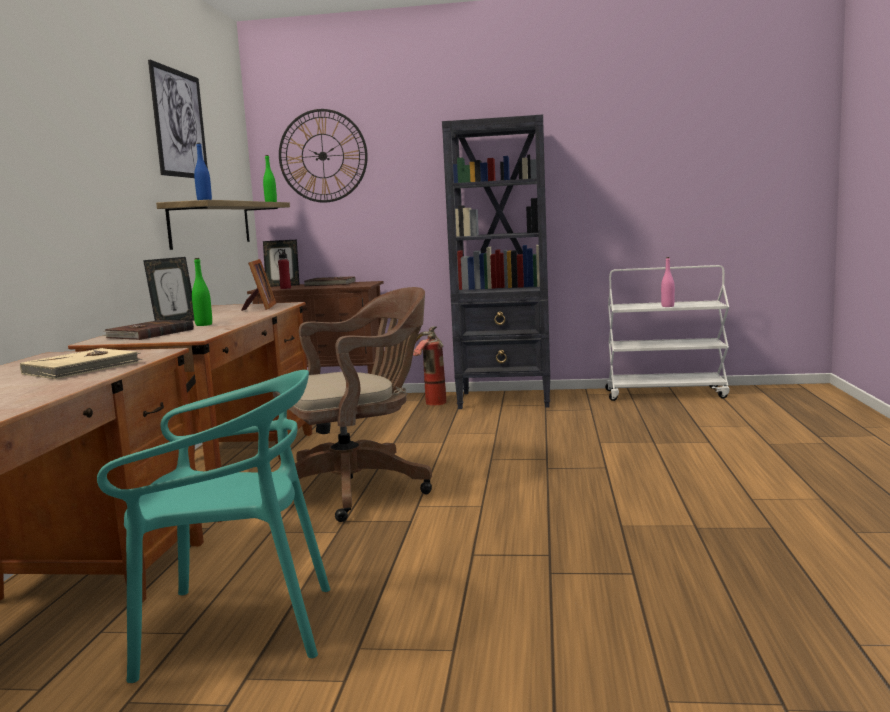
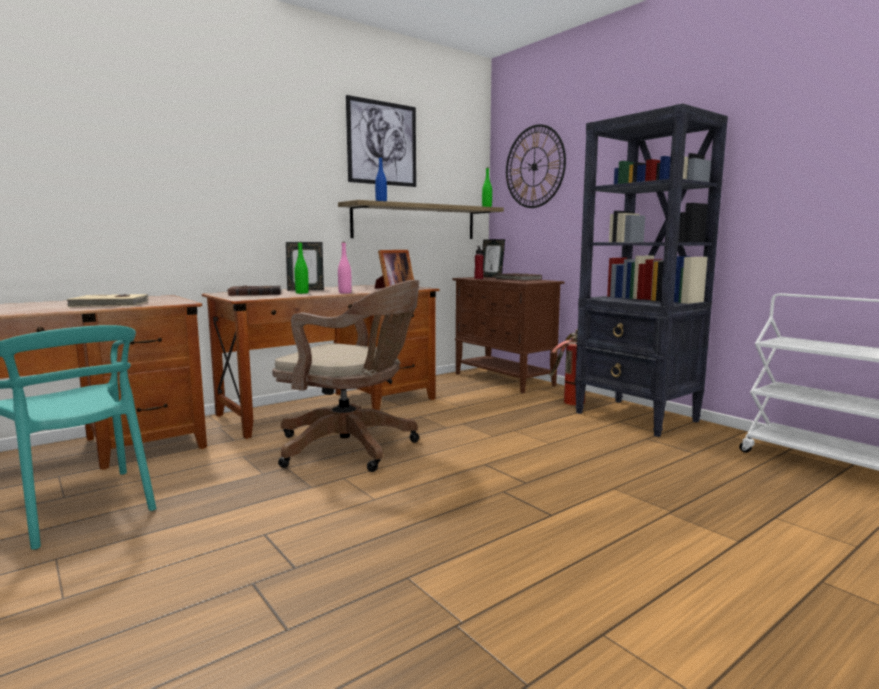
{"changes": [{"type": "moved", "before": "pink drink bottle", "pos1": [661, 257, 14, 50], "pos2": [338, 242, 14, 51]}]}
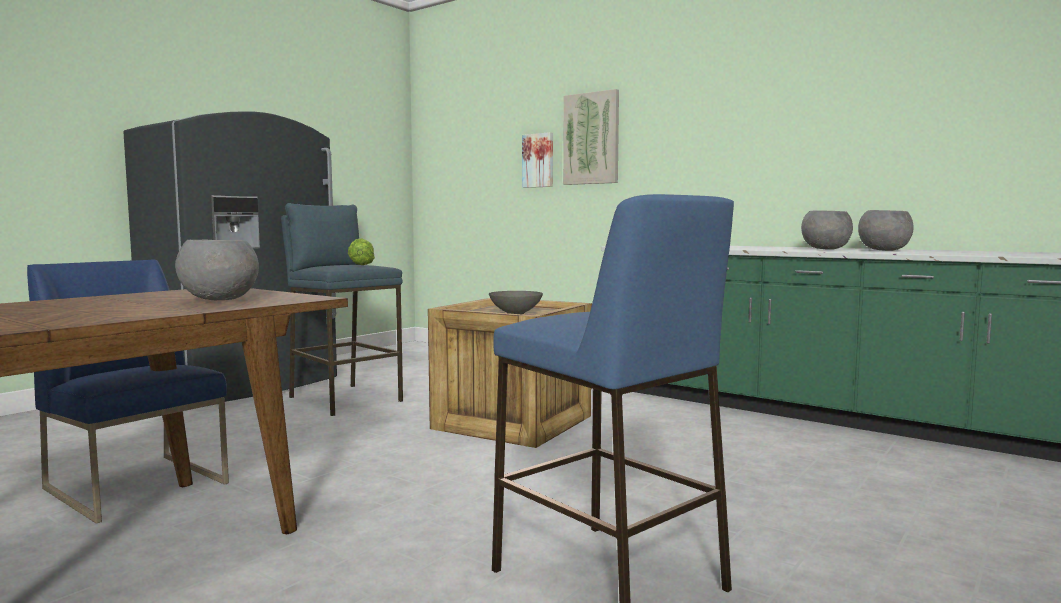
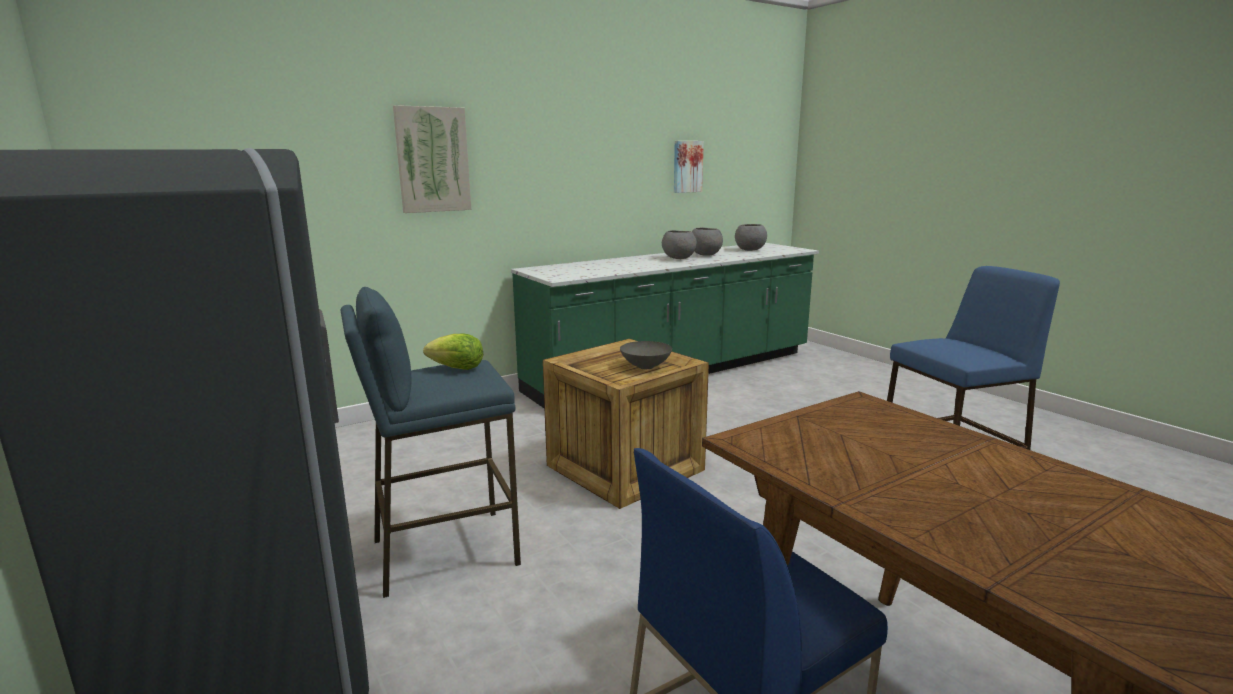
{"changes": [{"type": "moved", "before": "wall picture", "pos1": [522, 132, 31, 56], "pos2": [674, 141, 30, 52]}, {"type": "moved", "before": "gray serving bowl", "pos1": [175, 240, 84, 60], "pos2": [735, 224, 32, 27]}]}
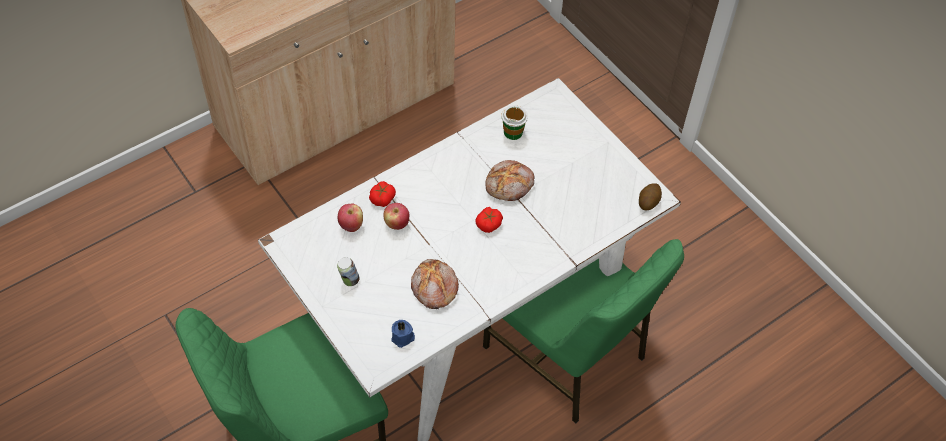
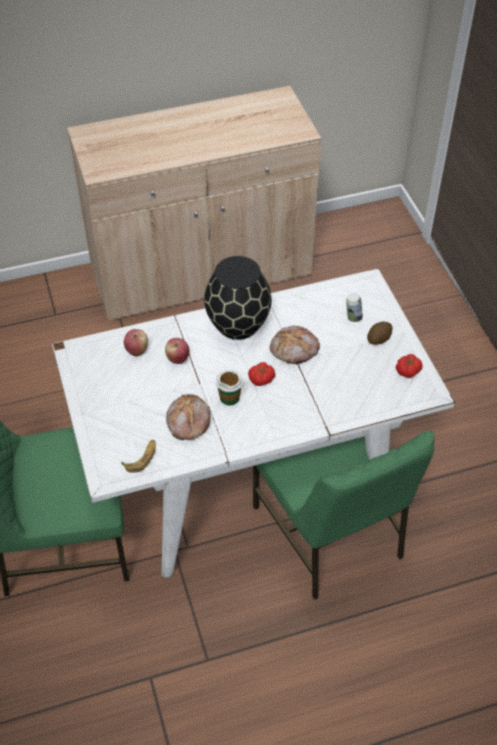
{"changes": [{"type": "moved", "before": "cup", "pos1": [501, 105, 27, 35], "pos2": [216, 370, 27, 36]}, {"type": "moved", "before": "tomato", "pos1": [369, 181, 27, 26], "pos2": [396, 354, 27, 24]}, {"type": "moved", "before": "potato", "pos1": [639, 183, 23, 27], "pos2": [367, 322, 25, 23]}, {"type": "moved", "before": "can", "pos1": [337, 257, 23, 29], "pos2": [346, 293, 17, 29]}, {"type": "replaced", "before": "bluish wax candle", "after": "banana", "pos1": [391, 320, 24, 28], "pos2": [121, 440, 35, 33]}, {"type": "added", "after": "blackish flower vase", "pos2": [204, 256, 68, 84]}]}
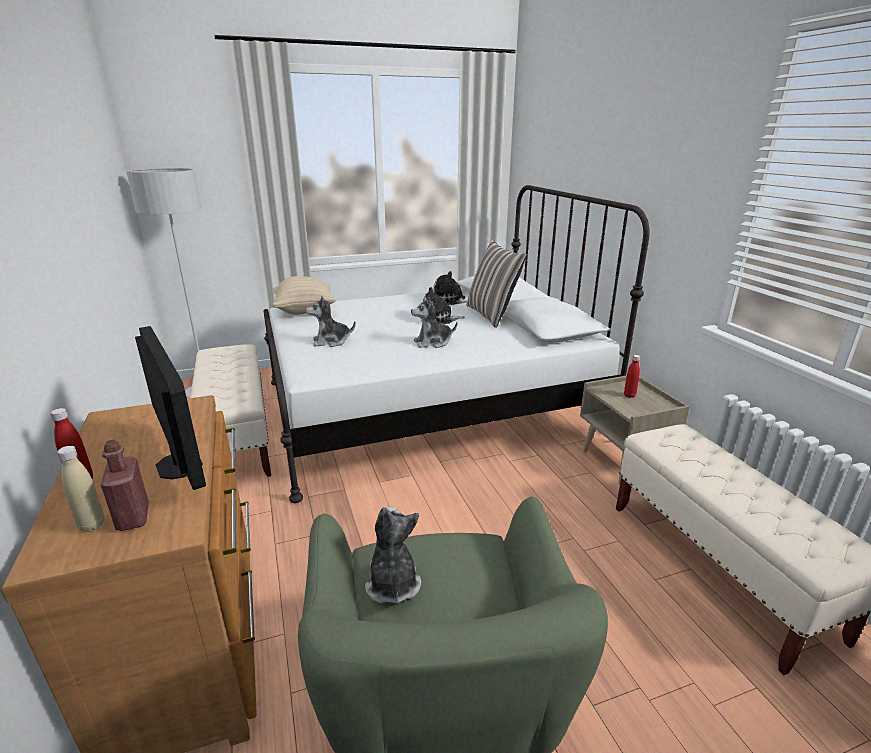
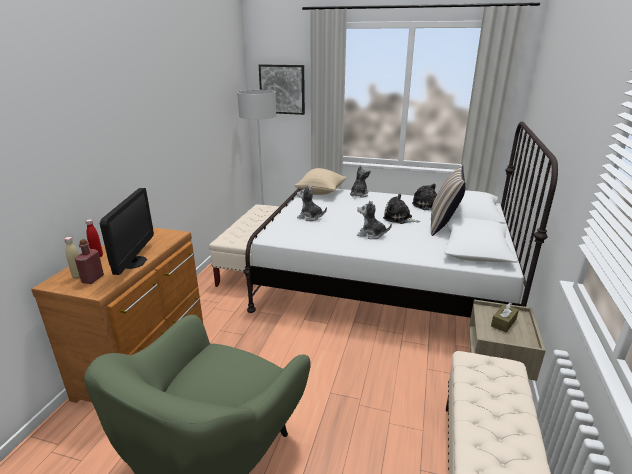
{"changes": [{"type": "replaced", "before": "red drink bottle", "after": "brownish tissue box", "pos1": [624, 355, 16, 43], "pos2": [491, 302, 28, 30]}, {"type": "moved", "before": "plush toy", "pos1": [365, 507, 56, 97], "pos2": [350, 166, 21, 32]}, {"type": "added", "after": "wall picture", "pos2": [259, 64, 46, 51]}]}
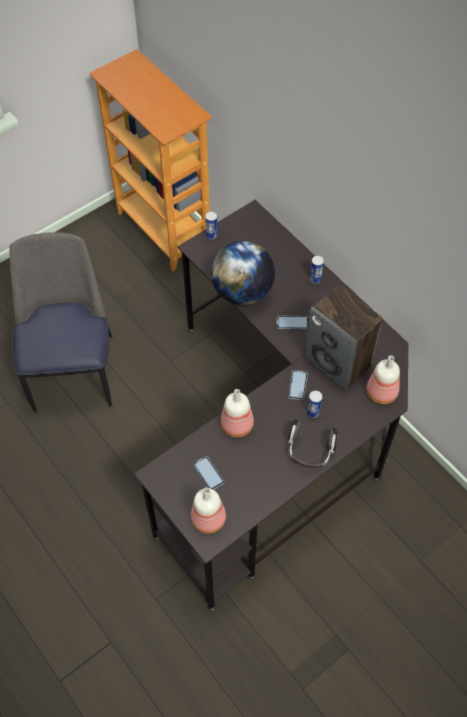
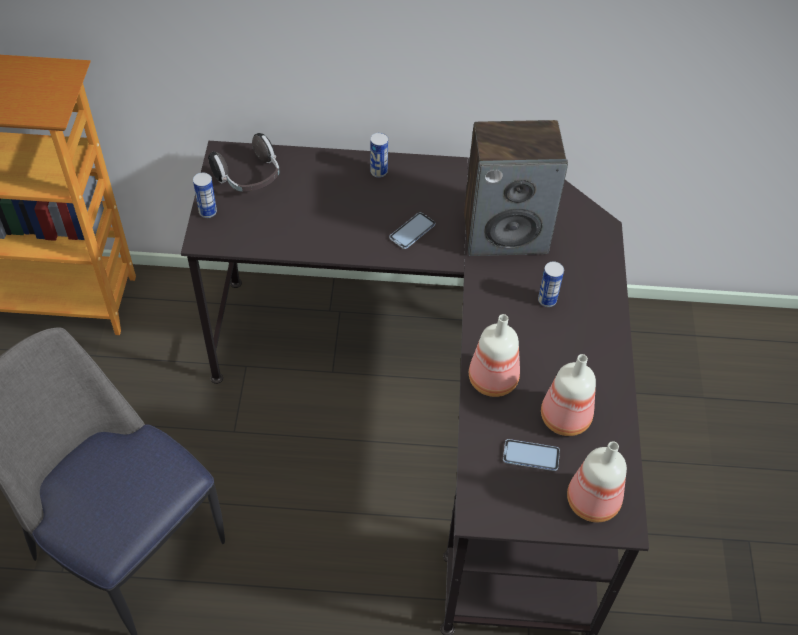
{"changes": [{"type": "removed", "before": "globe", "pos1": [211, 241, 64, 64]}, {"type": "moved", "before": "drink bottle", "pos1": [366, 356, 34, 48], "pos2": [541, 354, 55, 82]}, {"type": "removed", "before": "handset", "pos1": [288, 370, 20, 30]}, {"type": "moved", "before": "headset", "pos1": [288, 420, 50, 48], "pos2": [208, 133, 72, 59]}]}
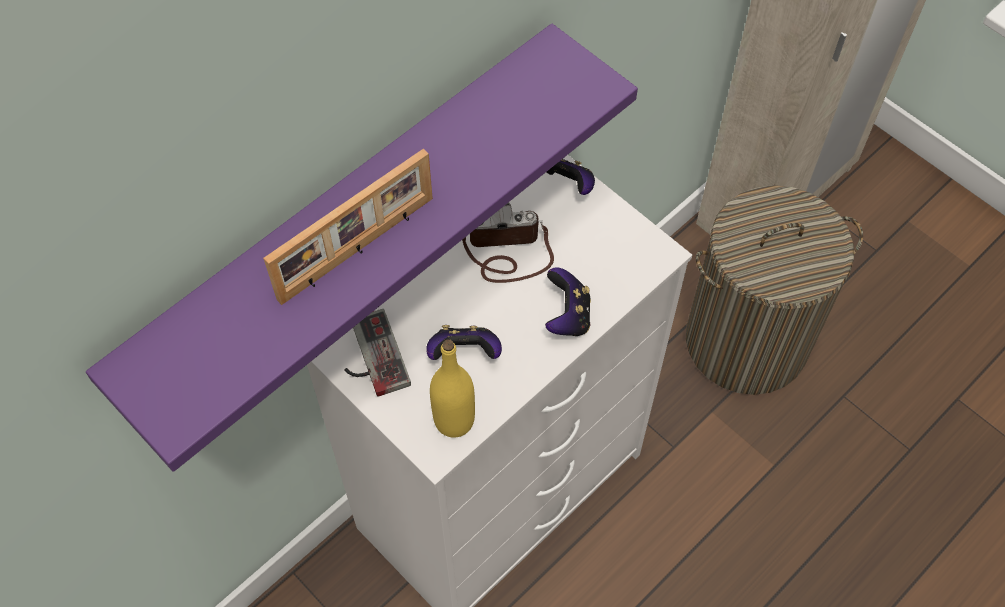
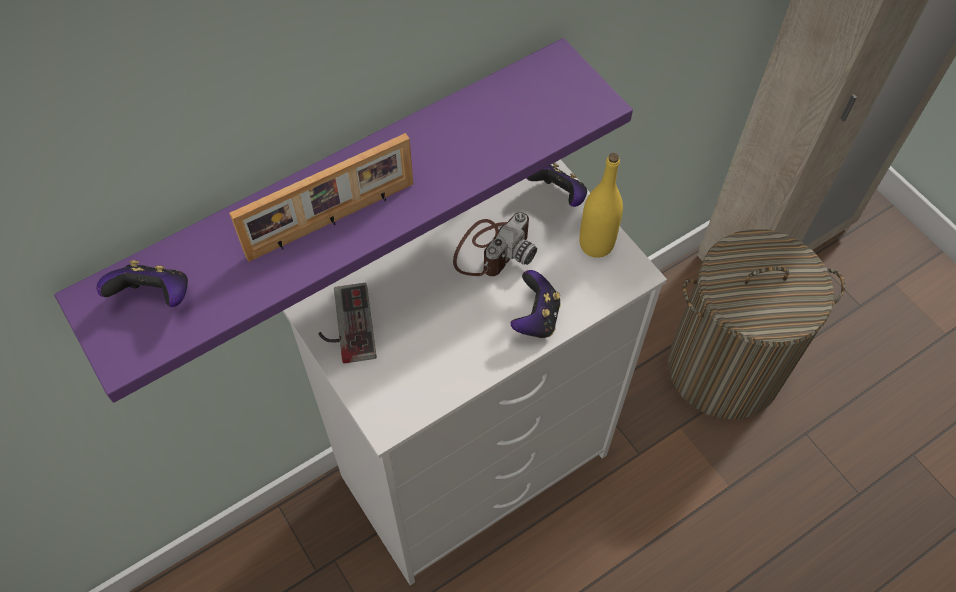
{"changes": [{"type": "turned", "before": "photo camera", "pos1": [462, 202, 92, 81], "pos2": [453, 212, 84, 64], "turn": 120}, {"type": "moved", "before": "game controller", "pos1": [426, 325, 76, 35], "pos2": [96, 260, 92, 47]}, {"type": "moved", "before": "yellow-coloured drink bottle", "pos1": [430, 339, 45, 99], "pos2": [579, 153, 44, 105]}]}
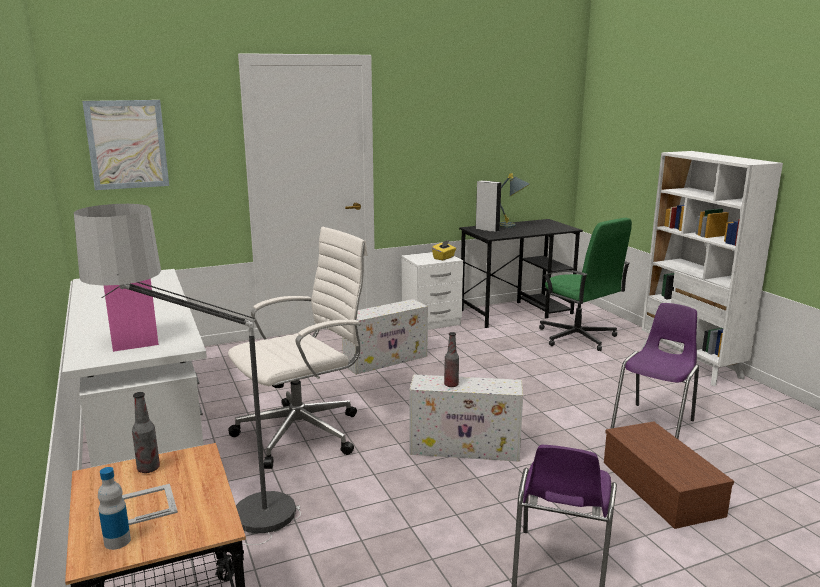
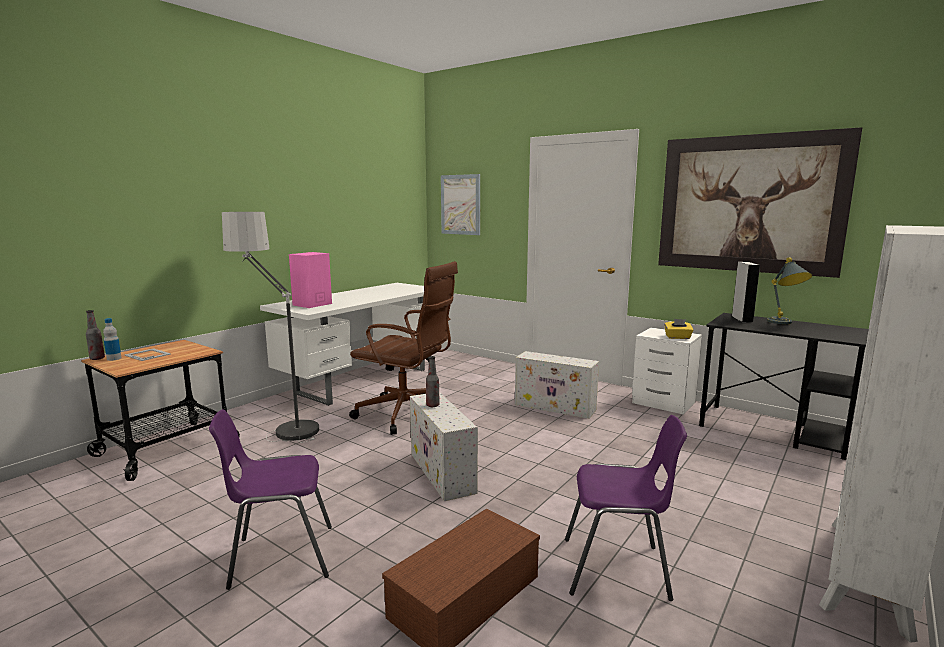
{"changes": [{"type": "removed", "before": "green-coloured desk chair", "pos1": [539, 218, 93, 133]}, {"type": "recoloured", "before": "white desk chair", "after": "brownish desk chair", "pos1": [228, 227, 139, 242], "pos2": [349, 261, 109, 174]}, {"type": "moved", "before": "drink bottle", "pos1": [132, 392, 28, 81], "pos2": [86, 310, 19, 50]}, {"type": "added", "after": "wall picture", "pos2": [658, 127, 204, 151]}]}
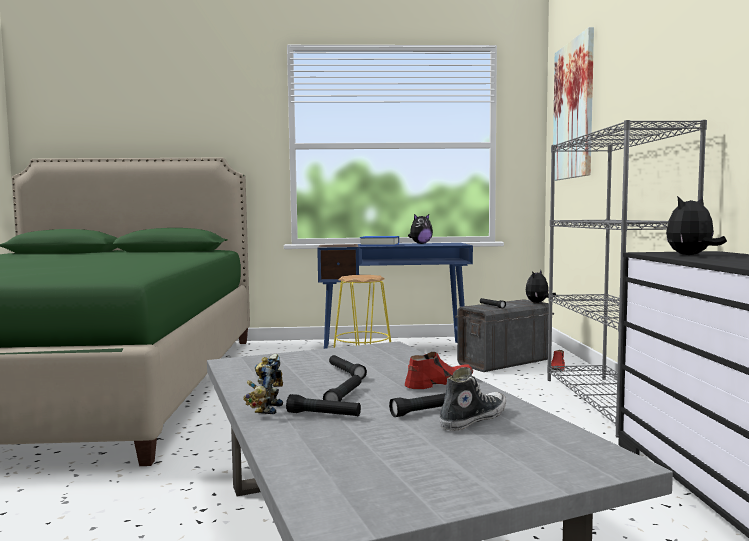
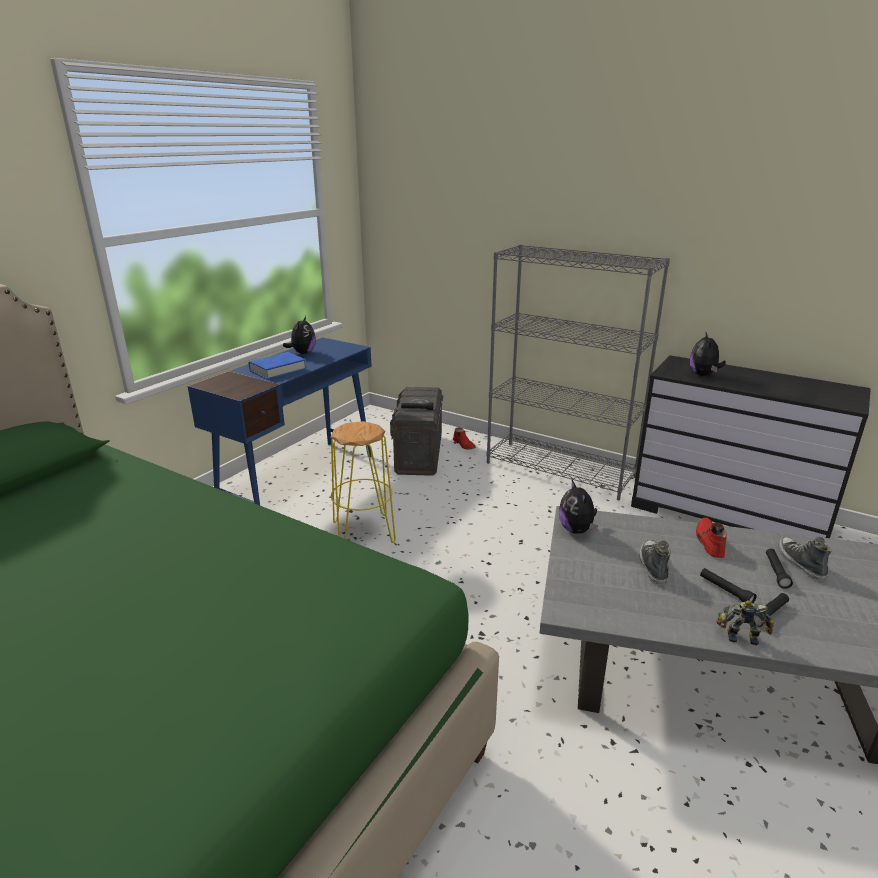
{"changes": [{"type": "removed", "before": "wall picture", "pos1": [553, 27, 41, 154]}, {"type": "moved", "before": "plush toy", "pos1": [526, 270, 30, 33], "pos2": [559, 480, 39, 54]}, {"type": "turned", "before": "model robot", "pos1": [243, 354, 40, 60], "pos2": [717, 600, 57, 46], "turn": 150}, {"type": "replaced", "before": "blackish hand torch", "after": "item of footwear", "pos1": [329, 355, 38, 25], "pos2": [639, 540, 32, 45]}]}
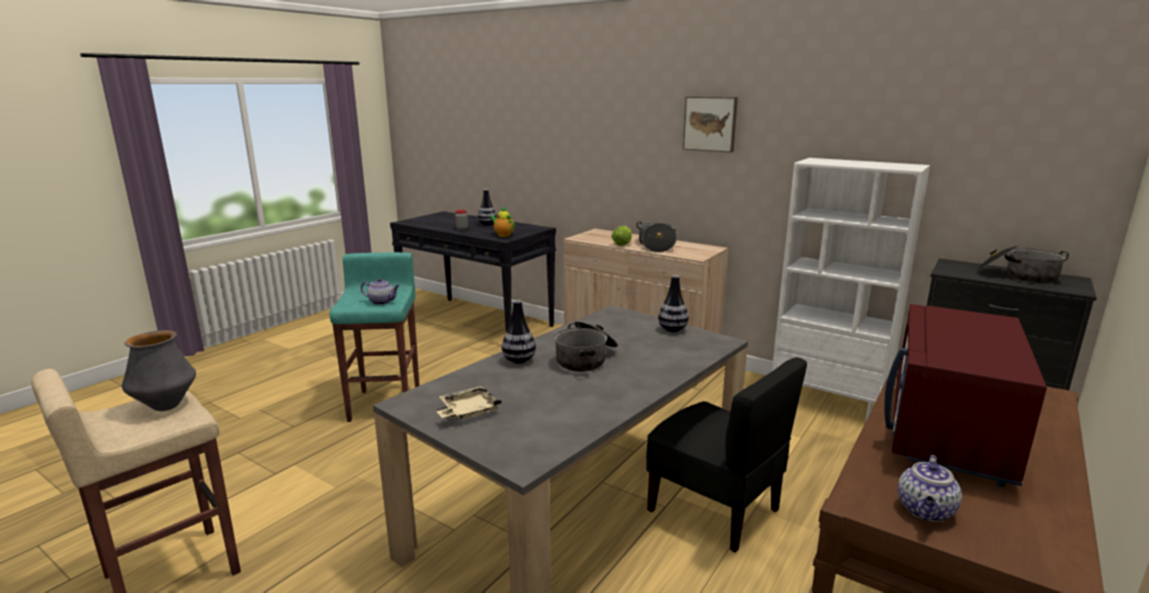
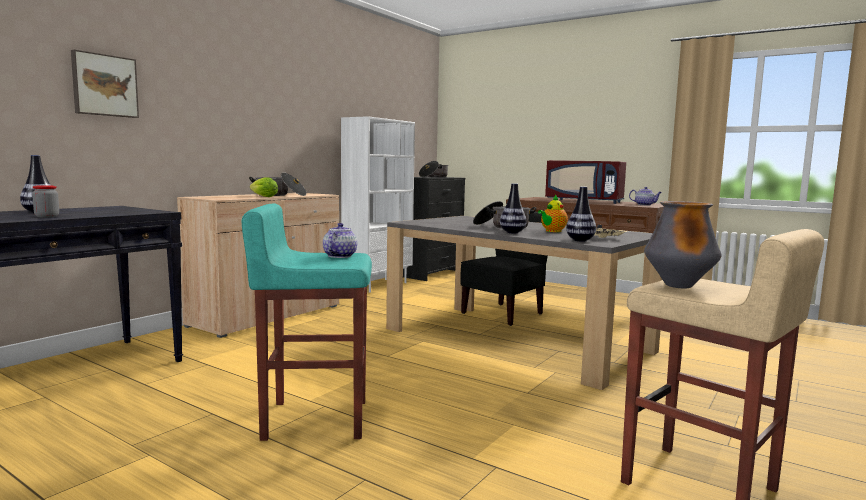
{"changes": [{"type": "moved", "before": "wall picture", "pos1": [683, 97, 55, 55], "pos2": [71, 49, 68, 69]}, {"type": "moved", "before": "pot for tea", "pos1": [489, 207, 26, 30], "pos2": [538, 195, 30, 37]}, {"type": "moved", "before": "flower vase", "pos1": [658, 275, 31, 57], "pos2": [566, 187, 30, 55]}]}
